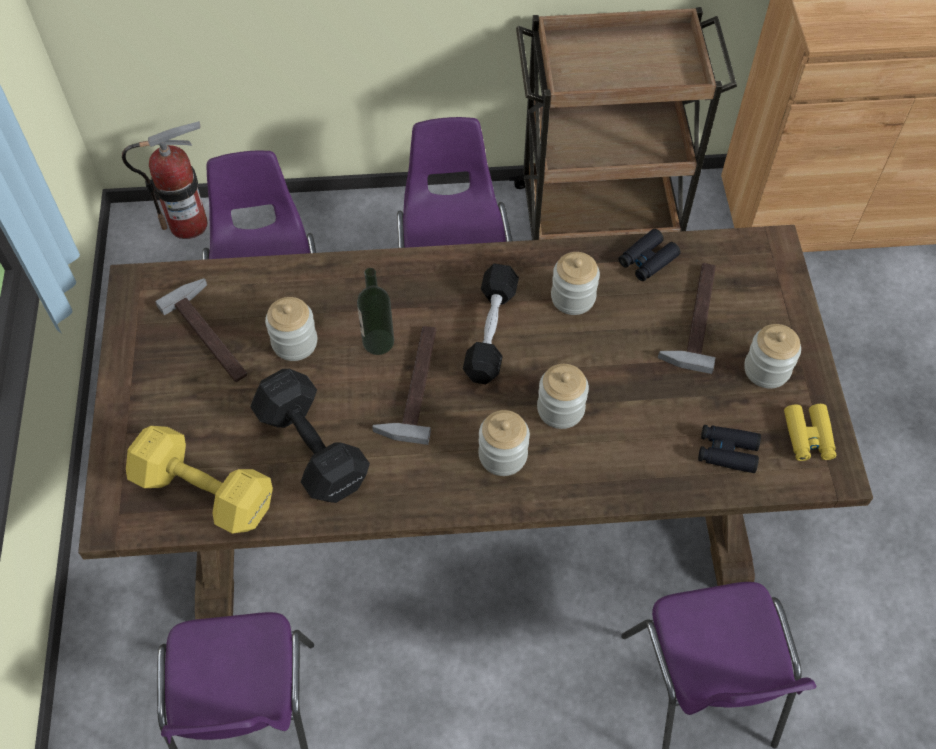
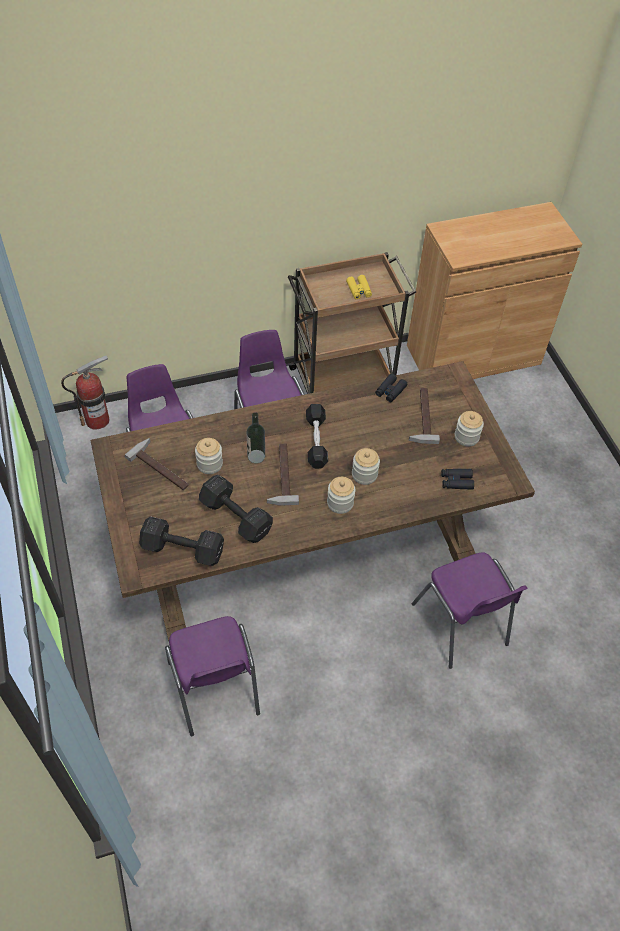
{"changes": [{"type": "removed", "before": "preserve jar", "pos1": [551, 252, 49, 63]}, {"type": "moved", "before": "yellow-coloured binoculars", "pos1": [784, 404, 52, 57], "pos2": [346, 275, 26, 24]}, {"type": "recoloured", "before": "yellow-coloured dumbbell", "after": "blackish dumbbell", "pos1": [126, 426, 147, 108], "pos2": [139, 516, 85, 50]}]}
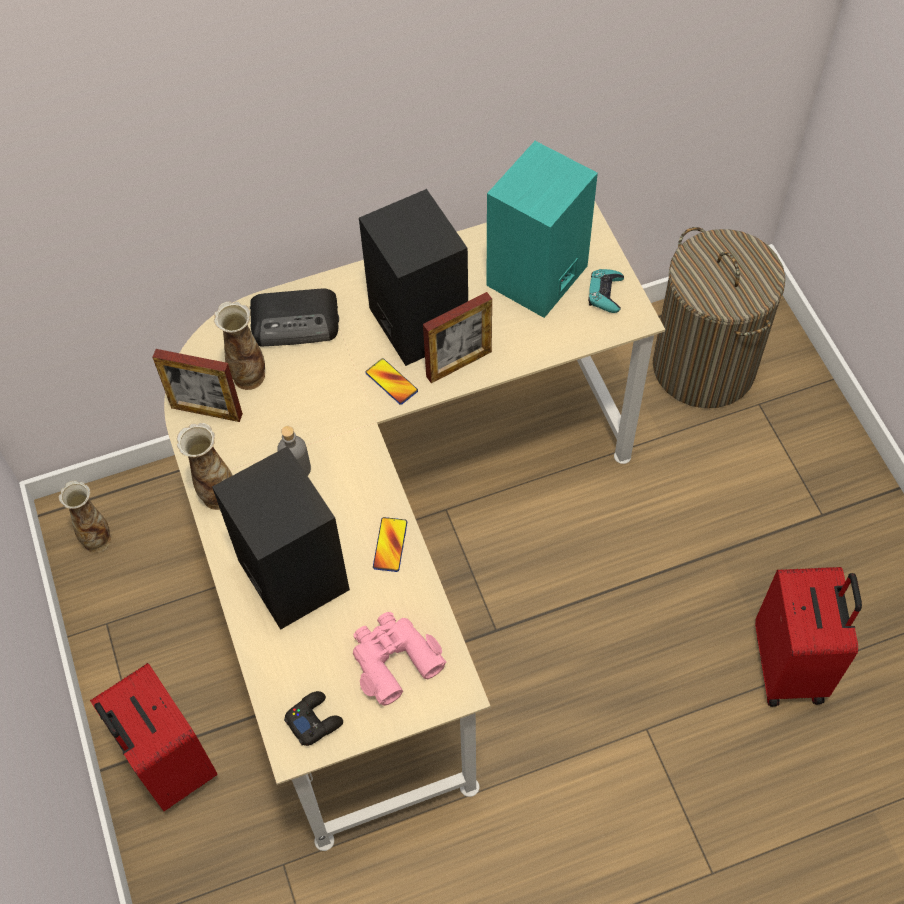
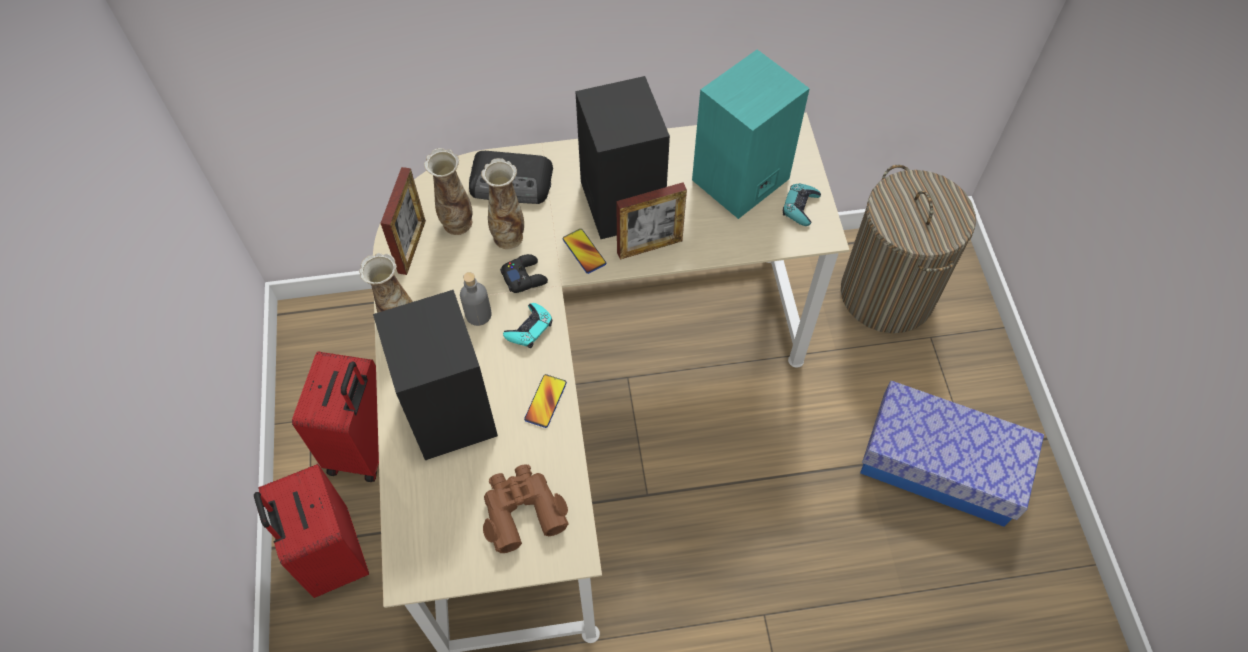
{"changes": [{"type": "turned", "before": "photo frame", "pos1": [152, 349, 91, 73], "pos2": [380, 167, 46, 108], "turn": -105}, {"type": "moved", "before": "flower vase", "pos1": [58, 481, 53, 72], "pos2": [481, 158, 43, 91]}, {"type": "moved", "before": "red travel case", "pos1": [755, 567, 107, 140], "pos2": [292, 352, 87, 130]}, {"type": "recoloured", "before": "pink binoculars", "after": "brownish binoculars", "pos1": [353, 612, 93, 94], "pos2": [483, 464, 86, 89]}, {"type": "moved", "before": "blackish game controller", "pos1": [284, 691, 59, 55], "pos2": [500, 254, 48, 39]}, {"type": "added", "after": "blue-green game controller", "pos2": [503, 303, 50, 45]}, {"type": "added", "after": "storage bin", "pos2": [860, 381, 184, 146]}]}
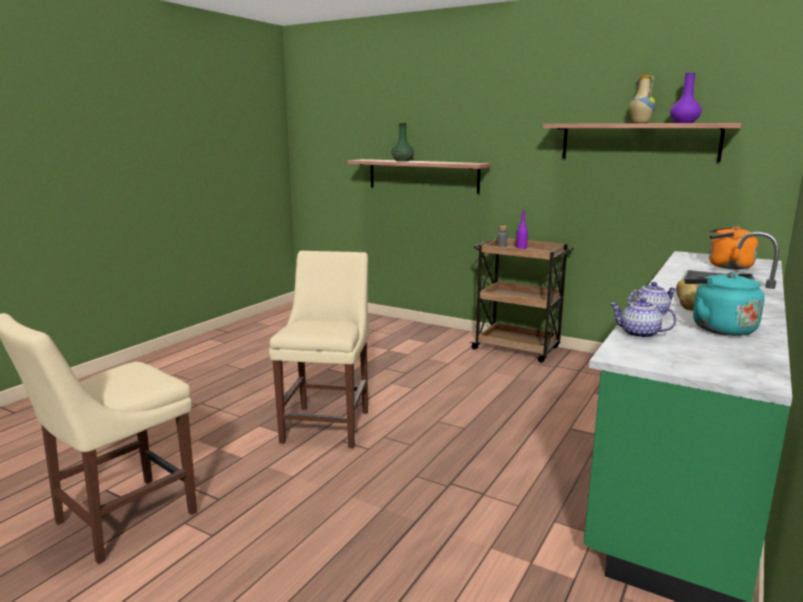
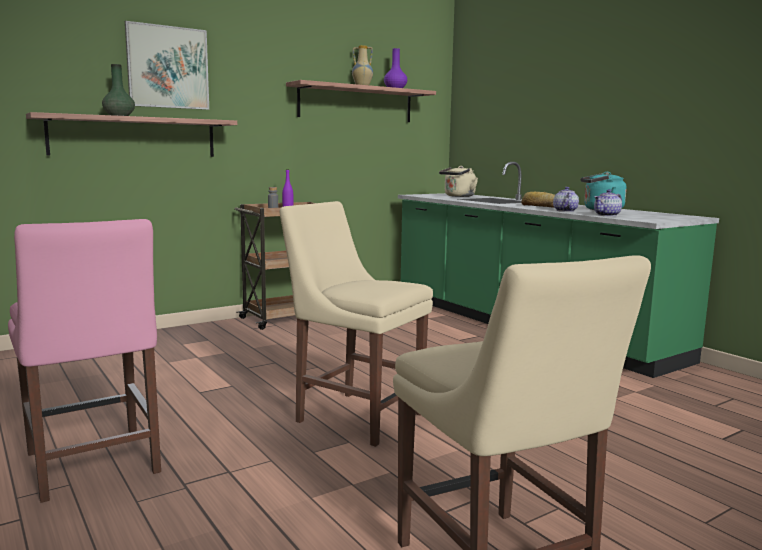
{"changes": [{"type": "recoloured", "before": "orange-coloured water kettle", "after": "beige water kettle", "pos1": [709, 226, 49, 43], "pos2": [439, 166, 39, 31]}, {"type": "added", "after": "wall picture", "pos2": [125, 21, 84, 89]}, {"type": "added", "after": "pink chair", "pos2": [8, 219, 153, 284]}]}
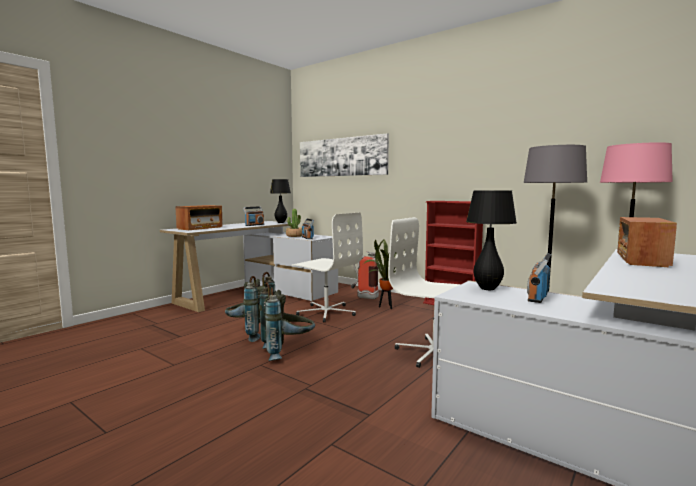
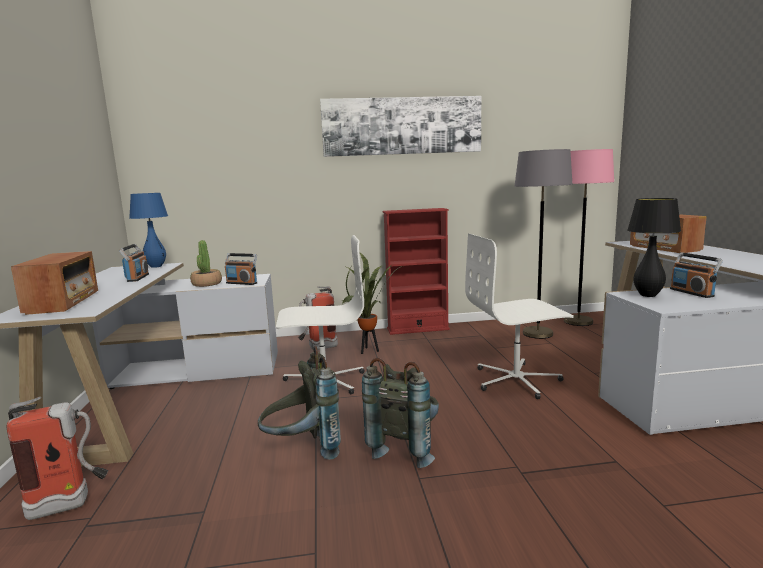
{"changes": [{"type": "moved", "before": "wall picture", "pos1": [300, 133, 89, 44], "pos2": [320, 96, 161, 61]}, {"type": "recoloured", "before": "blackish lamp for a table", "after": "bluish lamp for a table", "pos1": [270, 179, 21, 44], "pos2": [129, 193, 39, 75]}, {"type": "added", "after": "extinguisher", "pos2": [6, 397, 102, 123]}]}
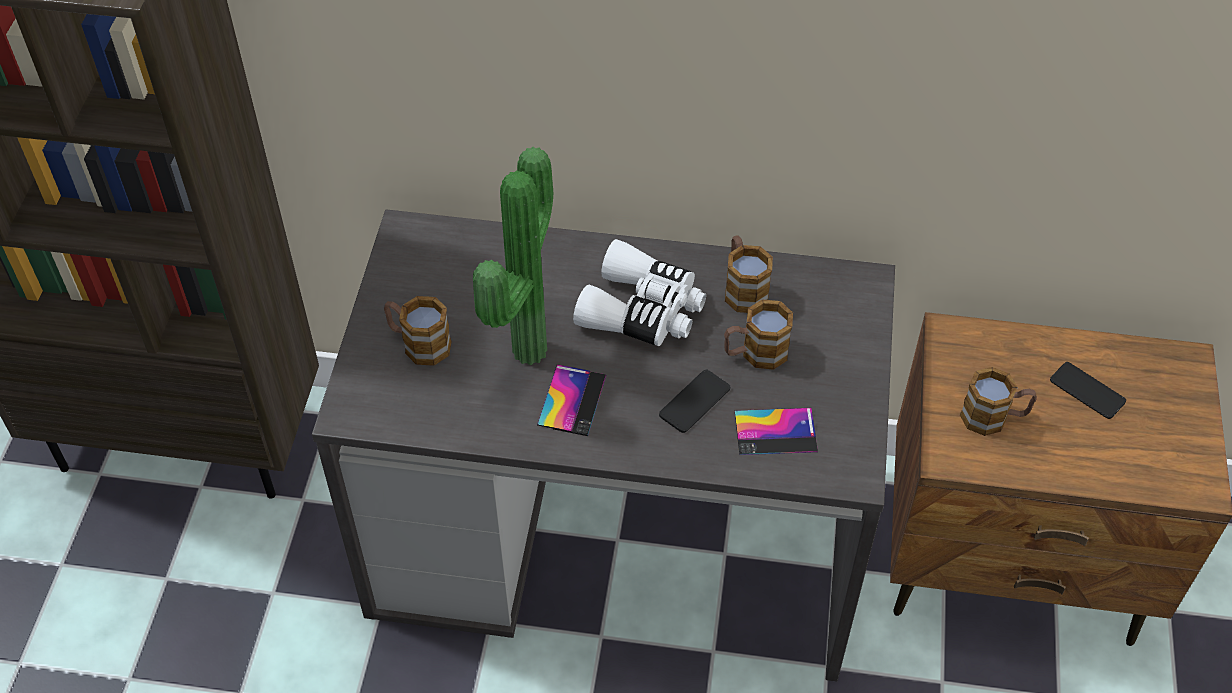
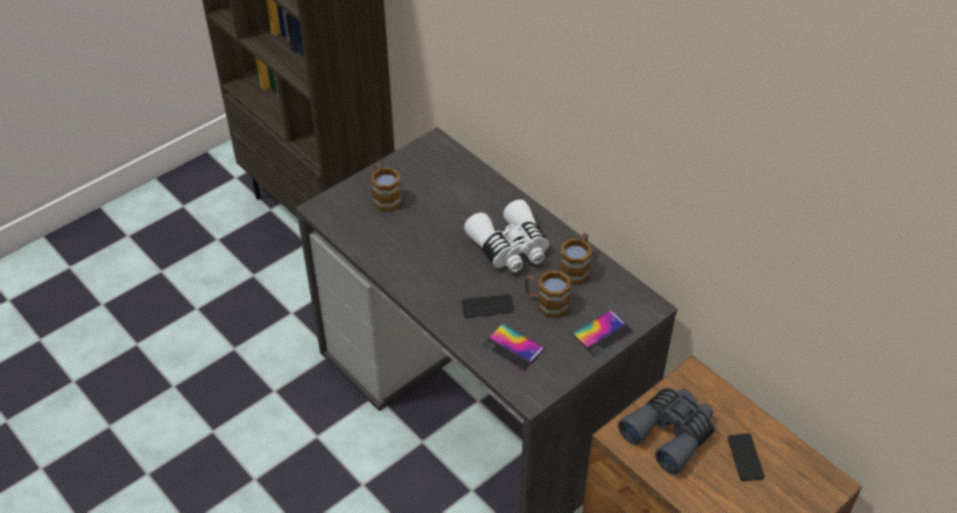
{"changes": [{"type": "removed", "before": "plant in a pot", "pos1": [473, 147, 80, 218]}, {"type": "moved", "before": "handset", "pos1": [537, 364, 69, 72], "pos2": [572, 310, 62, 46]}, {"type": "replaced", "before": "coffee mug", "after": "gray binoculars", "pos1": [960, 367, 77, 69], "pos2": [618, 388, 97, 87]}]}
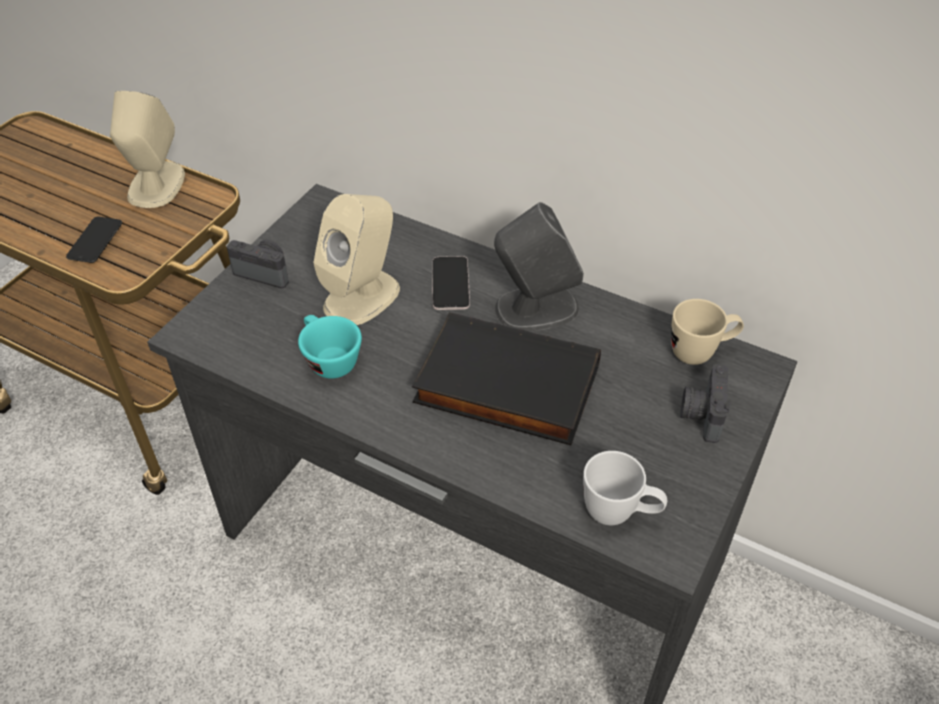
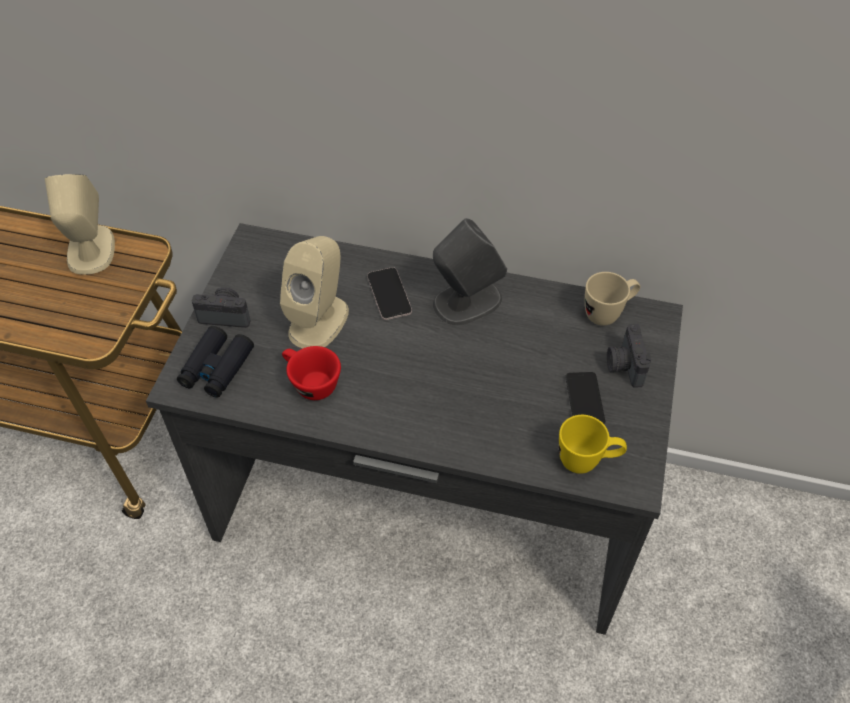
{"changes": [{"type": "moved", "before": "handset", "pos1": [66, 217, 56, 46], "pos2": [566, 372, 40, 53]}, {"type": "removed", "before": "blackish book", "pos1": [412, 312, 189, 133]}, {"type": "recoloured", "before": "blue-green cup", "after": "red cup", "pos1": [298, 315, 64, 63], "pos2": [282, 346, 59, 54]}, {"type": "recoloured", "before": "white coffee mug", "after": "yellow-coloured coffee mug", "pos1": [583, 451, 84, 74], "pos2": [559, 415, 68, 59]}, {"type": "added", "after": "blackish binoculars", "pos2": [177, 326, 77, 72]}]}
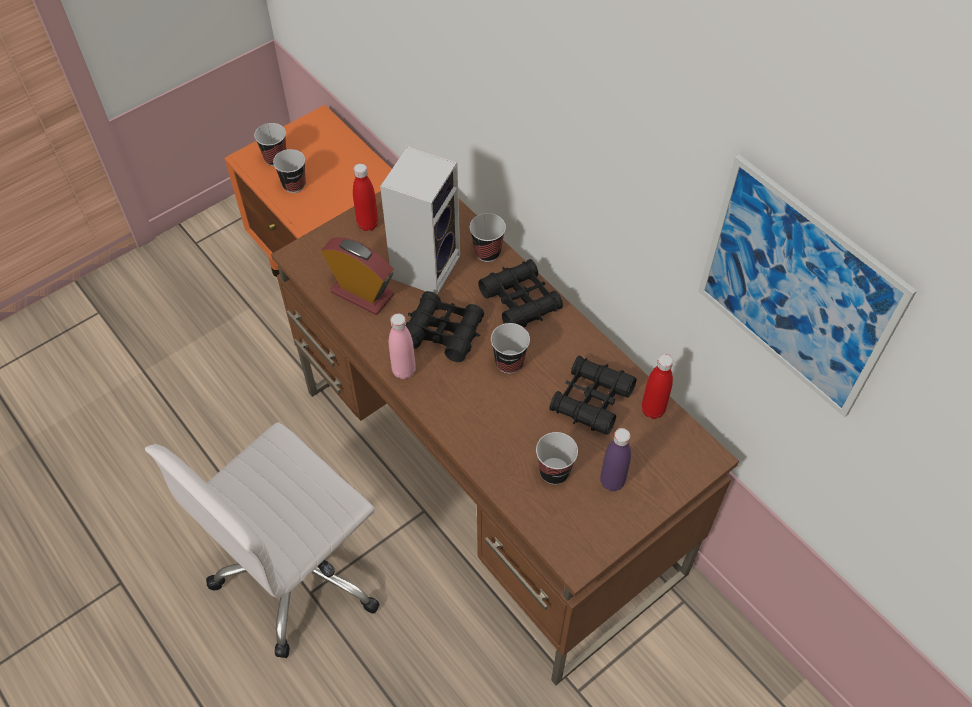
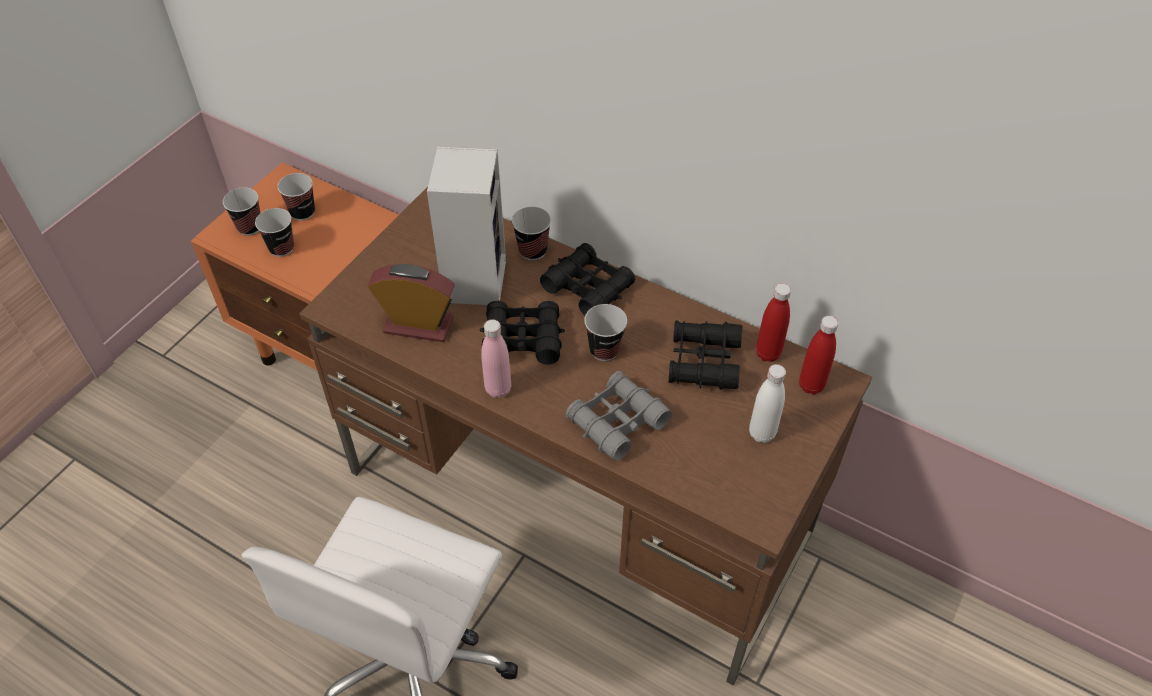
{"changes": [{"type": "removed", "before": "wall picture", "pos1": [698, 154, 219, 263]}, {"type": "moved", "before": "red drink bottle", "pos1": [353, 163, 25, 68], "pos2": [799, 316, 40, 78]}, {"type": "recoloured", "before": "purple drink bottle", "after": "white drink bottle", "pos1": [600, 428, 31, 63], "pos2": [749, 364, 37, 79]}, {"type": "moved", "before": "cup", "pos1": [536, 432, 42, 52], "pos2": [278, 173, 37, 48]}, {"type": "added", "after": "gray binoculars", "pos2": [566, 371, 106, 90]}]}
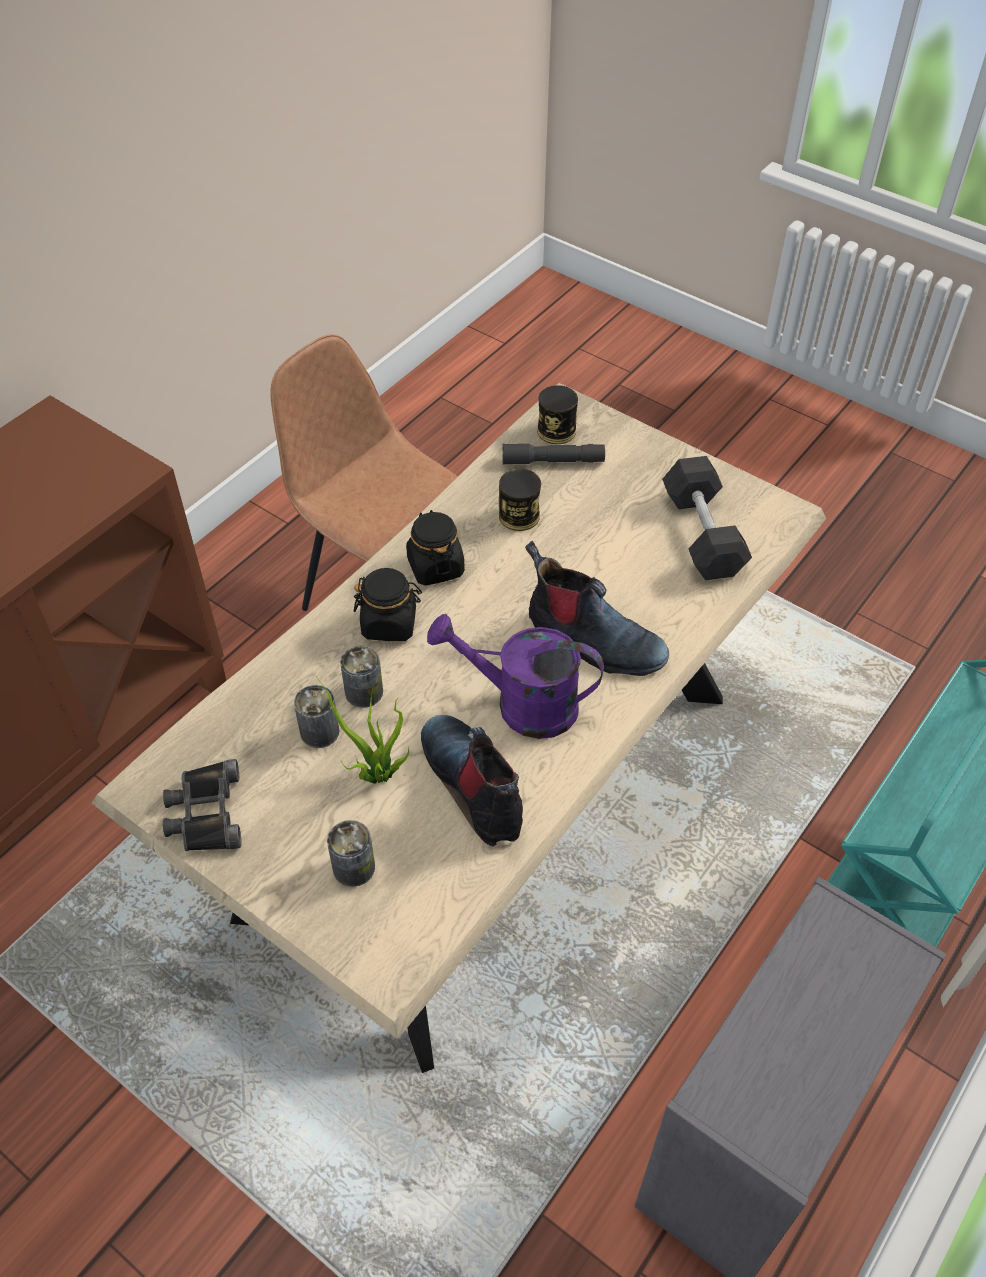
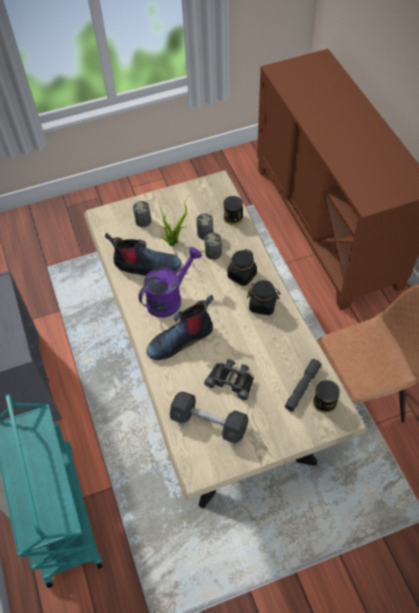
{"changes": [{"type": "moved", "before": "can", "pos1": [499, 469, 42, 62], "pos2": [223, 196, 20, 29]}, {"type": "moved", "before": "blackish binoculars", "pos1": [163, 759, 78, 92], "pos2": [204, 359, 50, 41]}]}
